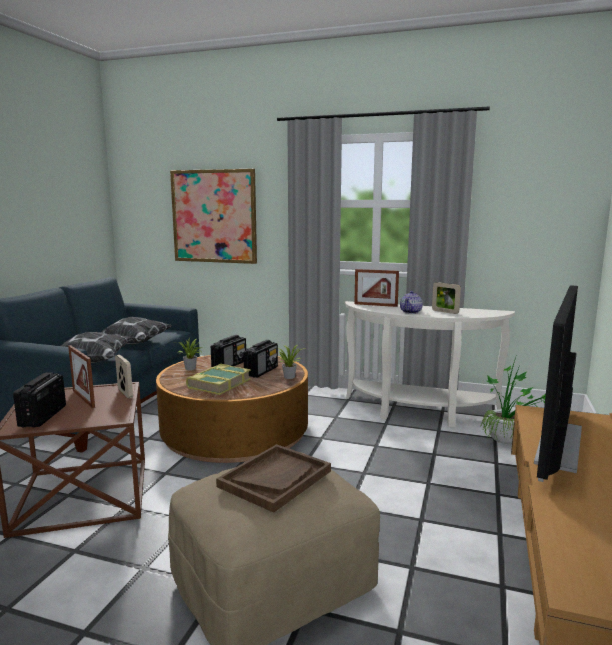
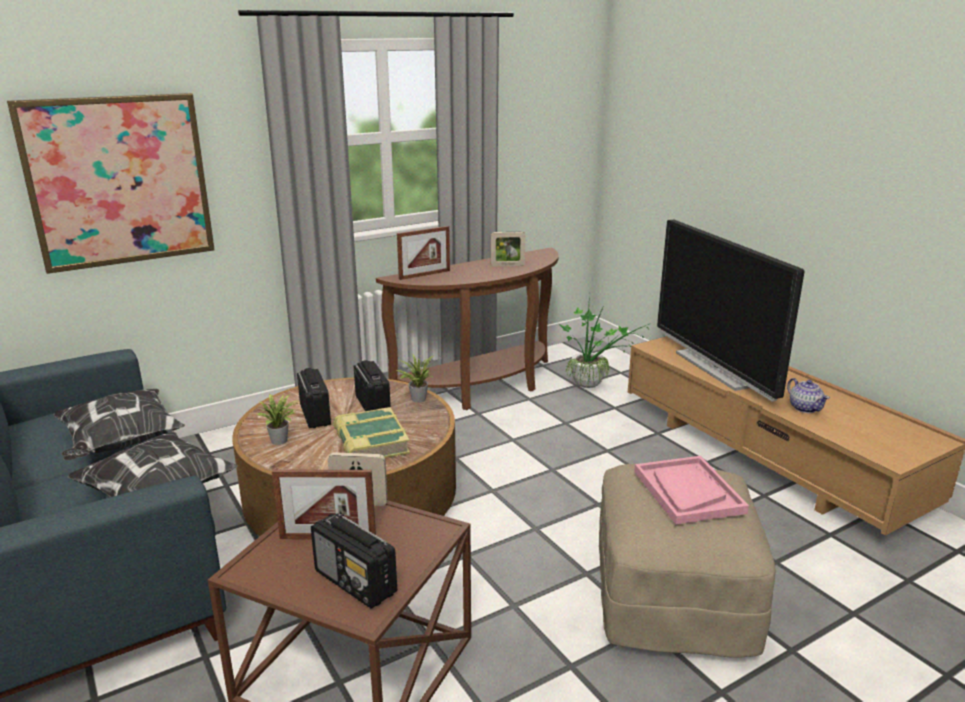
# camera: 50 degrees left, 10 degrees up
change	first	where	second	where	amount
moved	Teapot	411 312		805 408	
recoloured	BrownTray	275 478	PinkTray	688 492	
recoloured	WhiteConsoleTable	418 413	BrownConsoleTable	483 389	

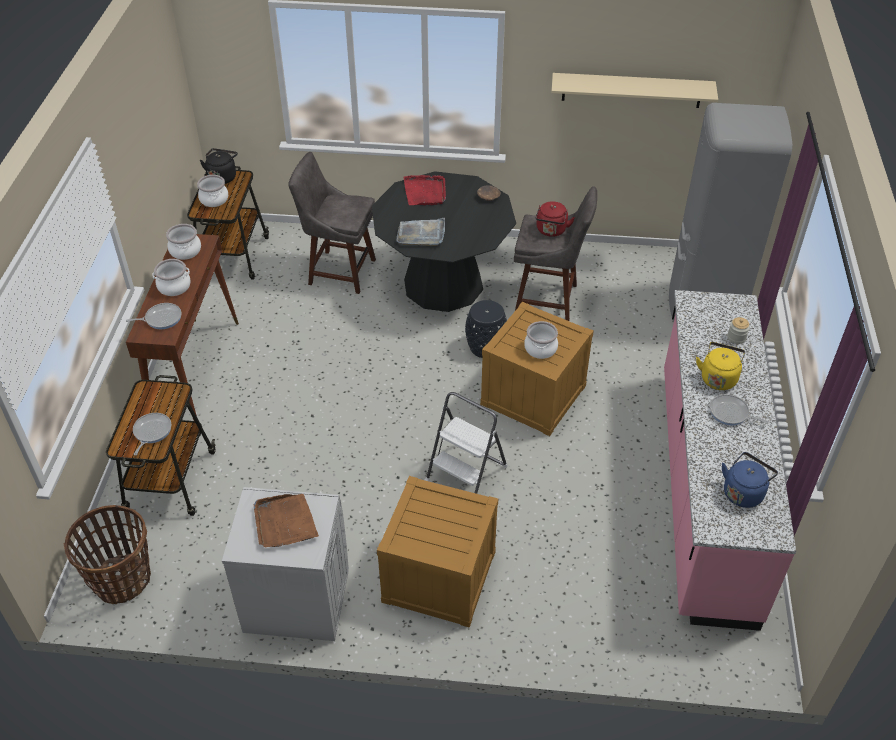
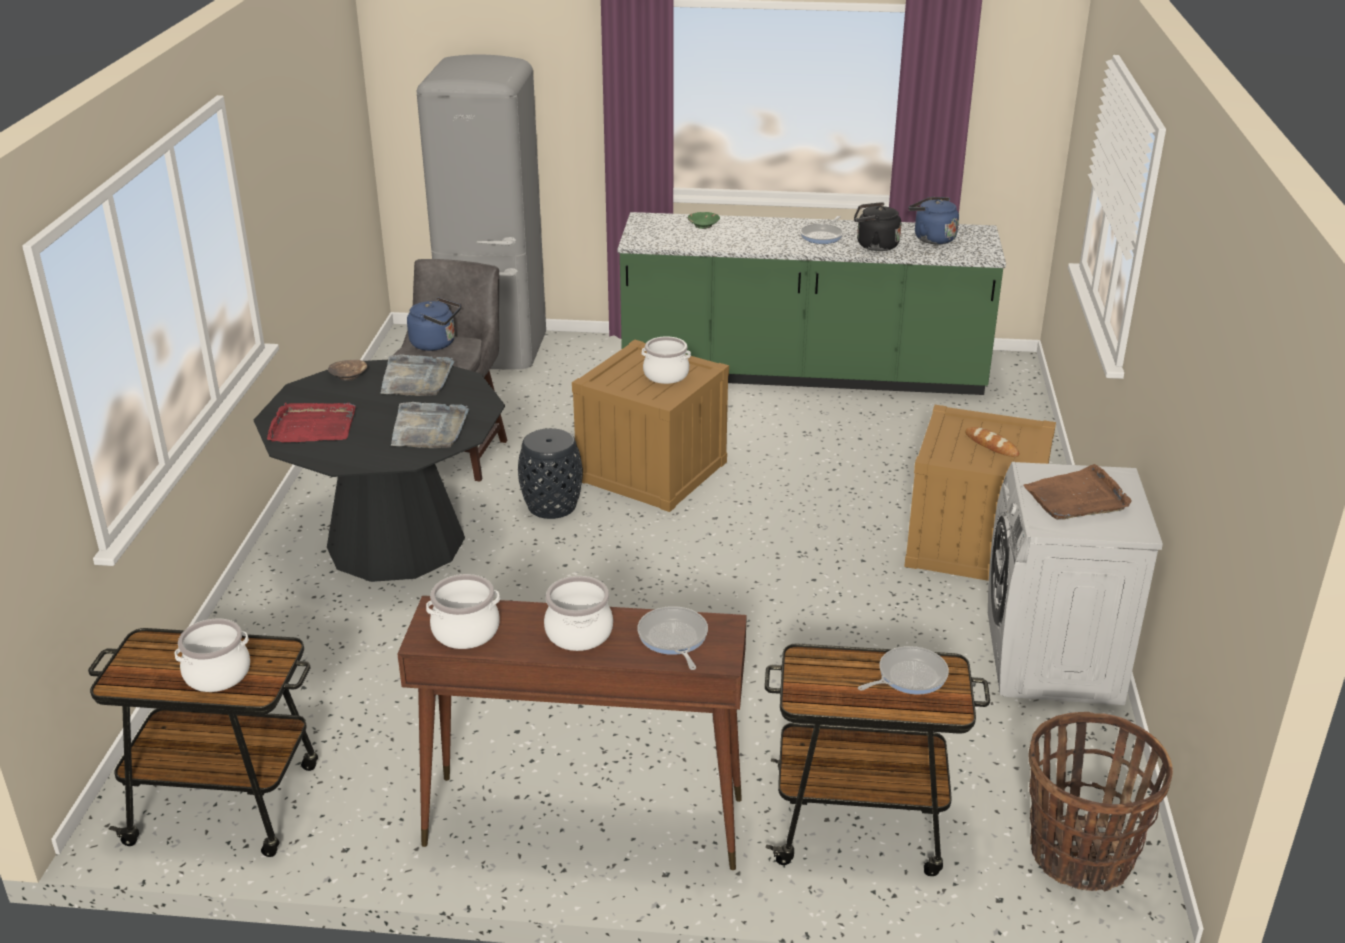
# camera: 90 degrees left, 15 degrees down
change	first	where	second	where	amount
removed	GreyStool	339 271			
removed	WhiteStepLadder	468 472			
removed	BeigeShelf	631 90			
removed	YellowKettle	718 377			
added			GreyTray	416 379	
added			Bread	991 445	
moved	BlackKettle	222 177		874 246	
replaced	Jar	736 337	GreenBowl	703 225	
recoloured	RedKettle	551 231	BlueKettle	436 344	
recoloured	PinkCounter	703 490	GreenCounter	803 374	
turned	FryingPan	151 432		908 676	135 degrees clockwise

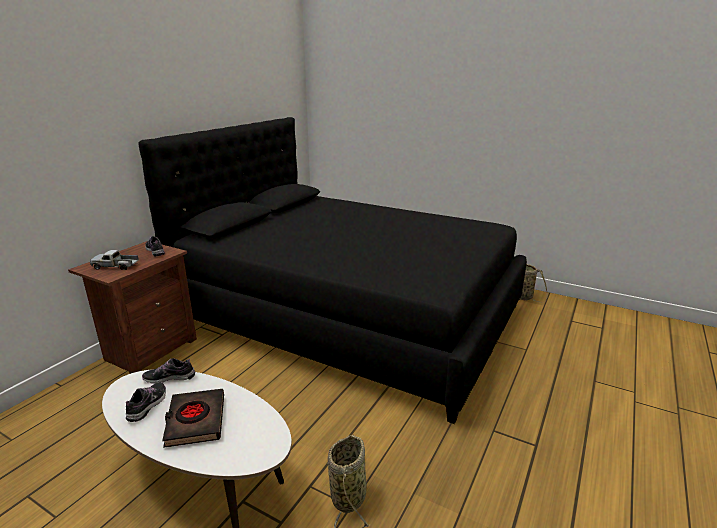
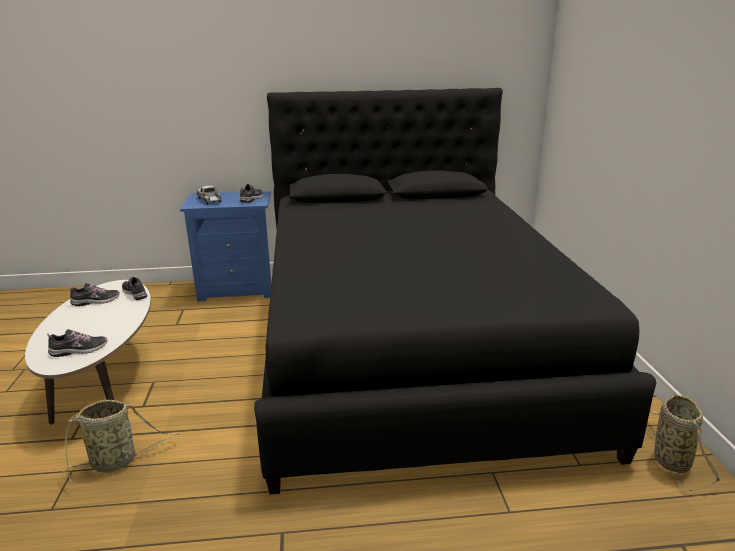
# camera: 55 degrees right, 0 degrees up
change	first	where	second	where	amount
removed	BlackBook	195 421			
added			Shoe	79 350	
recoloured	BrownNightstand	149 350	BlueNightstand	238 289	

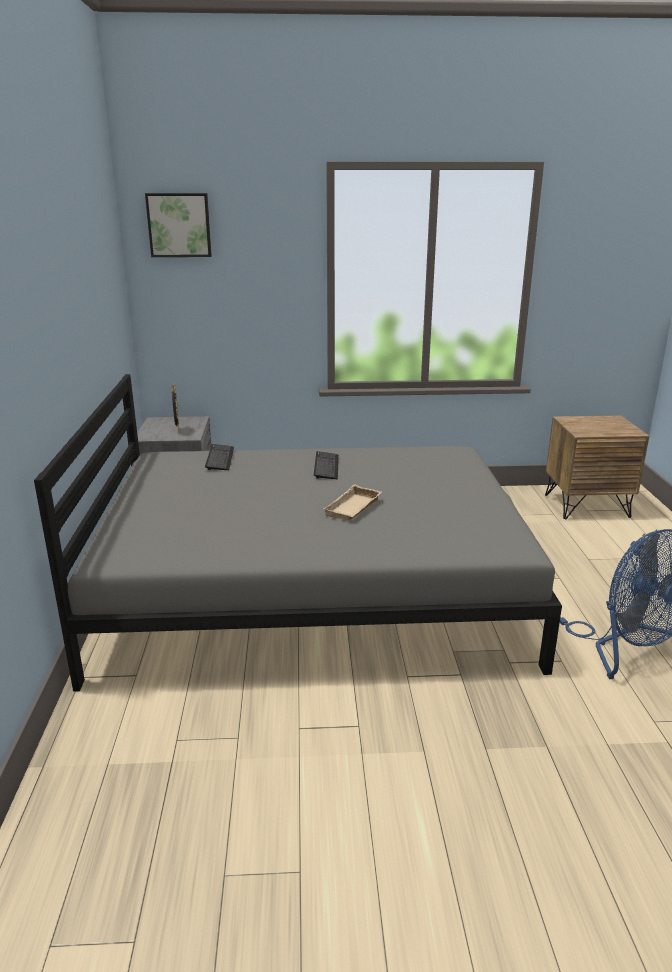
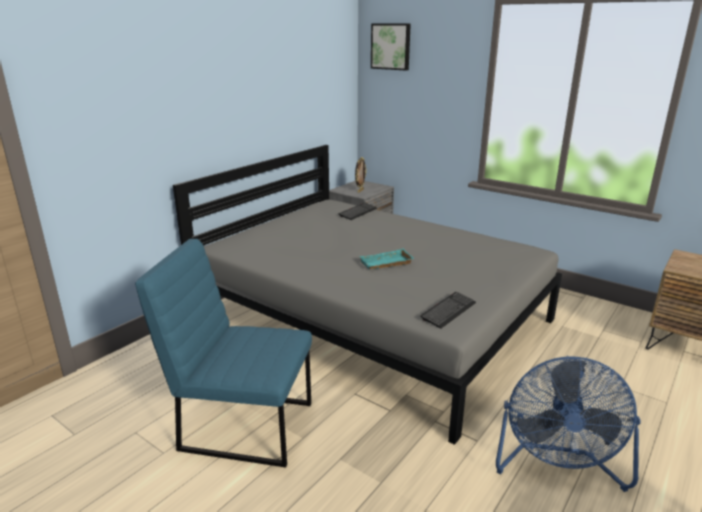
# camera: 40 degrees right, 0 degrees up
change	first	where	second	where	amount
added			BlueChair	243 424	
moved	Keyboard	326 466		448 311	
recoloured	BeigeTray	354 508	TurquoiseTray	386 264	

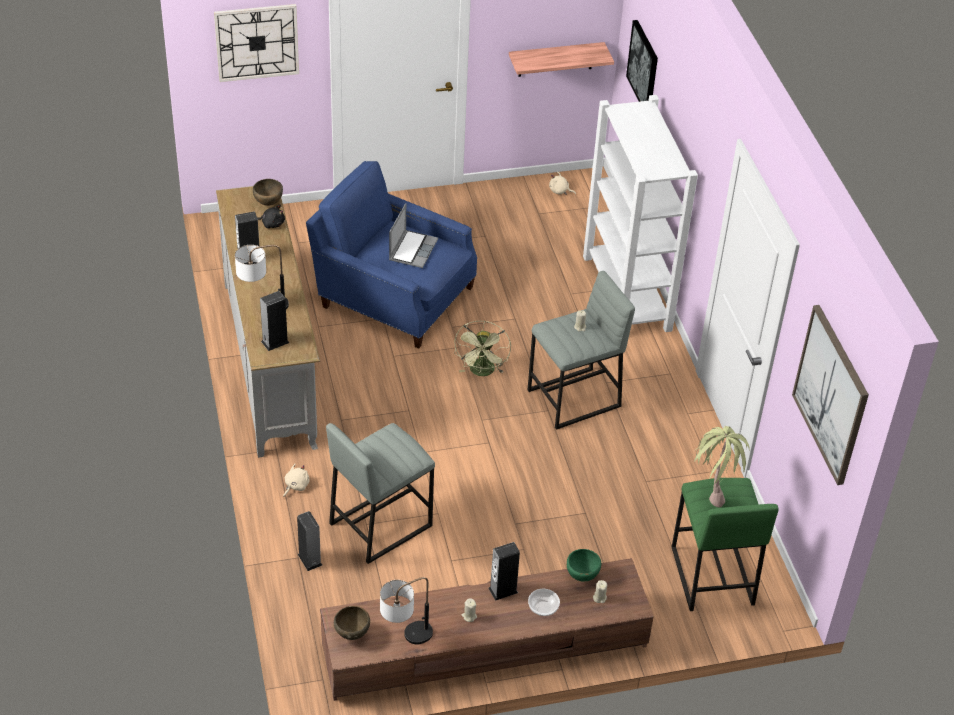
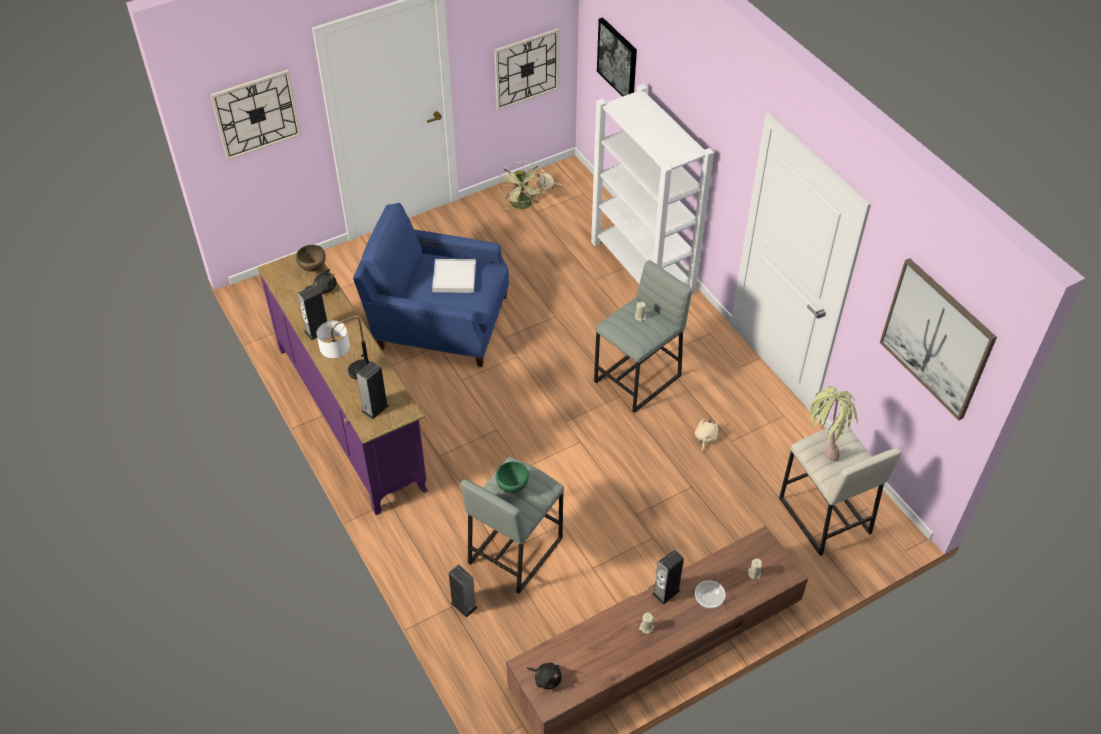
# camera: 15 degrees left, 5 degrees up
change	first	where	second	where	amount
removed	TableLamp	405 639			
moved	BeigePlushToy	296 486		705 438	
moved	GreenFan	482 372		522 206	
moved	GreenBowl	582 576		512 487	
replaced	BrownBowl	352 633	BlackPlushToy	546 679	
replaced	Laptop	412 249	WhiteTray	454 277	
replaced	Shelf	555 59	WallClock	526 69	
recoloured	GreyCabinet	270 362	PurpleCabinet	351 415	
recoloured	GreenStool	712 575	BeigeStool	824 515	

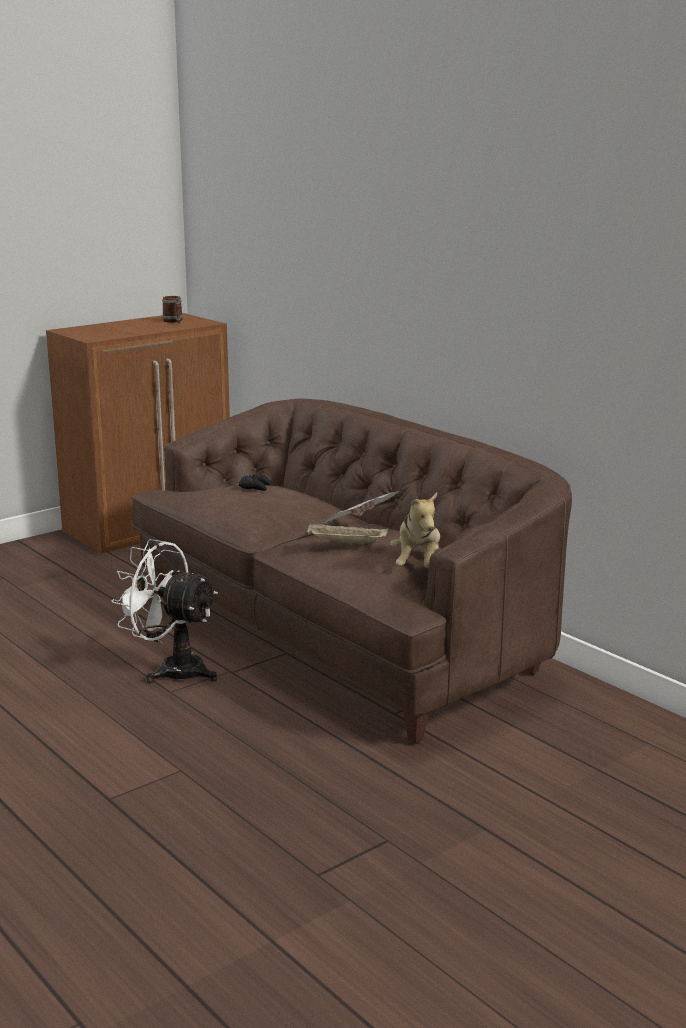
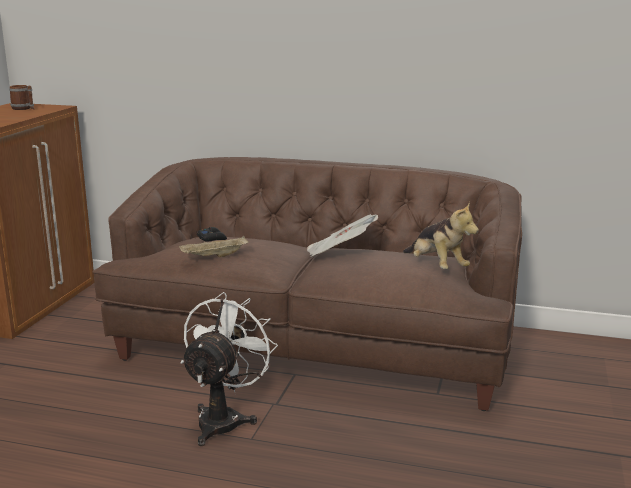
# camera: 35 degrees left, 0 degrees up
change	first	where	second	where	amount
moved	BeigeTray	345 545		214 257	
turned	WhiteFan	172 669		224 419	120 degrees clockwise

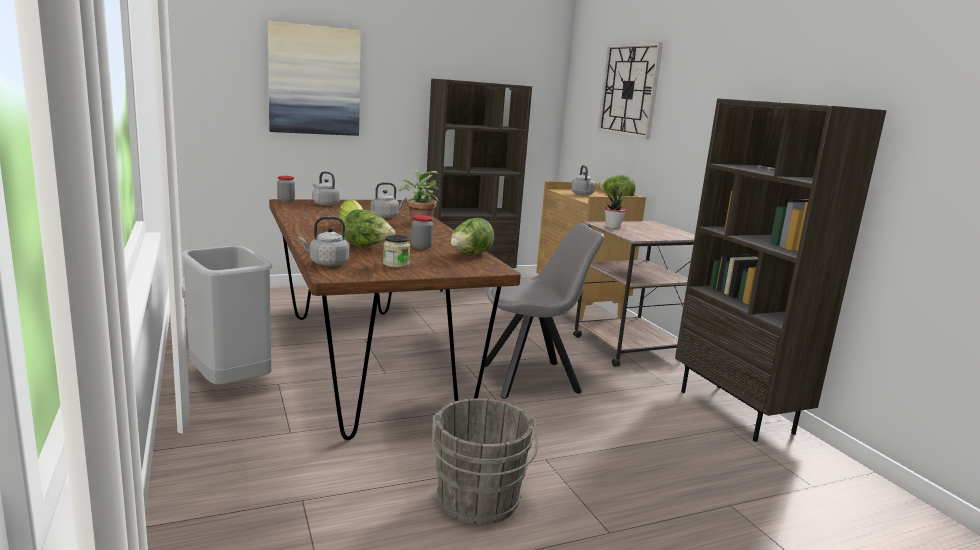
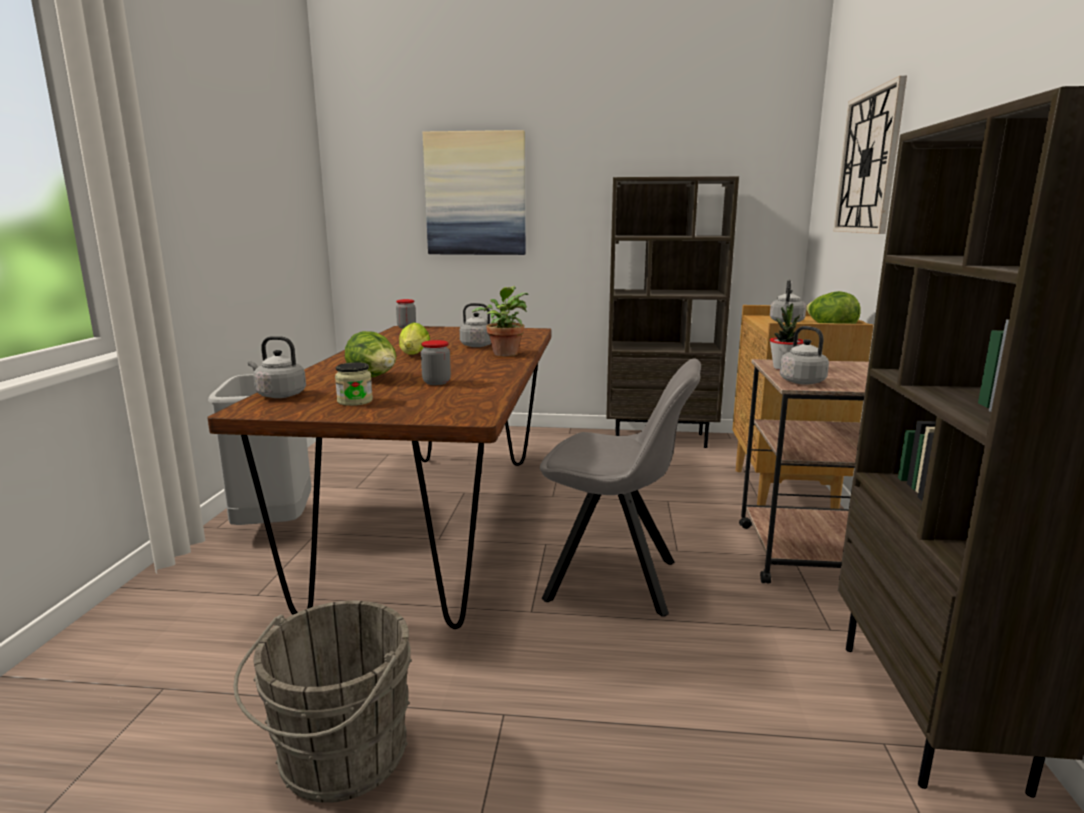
# camera: 30 degrees right, 0 degrees up
change	first	where	second	where	amount
removed	Lettuce	470 255			
moved	GreyKettle	324 204		799 381	

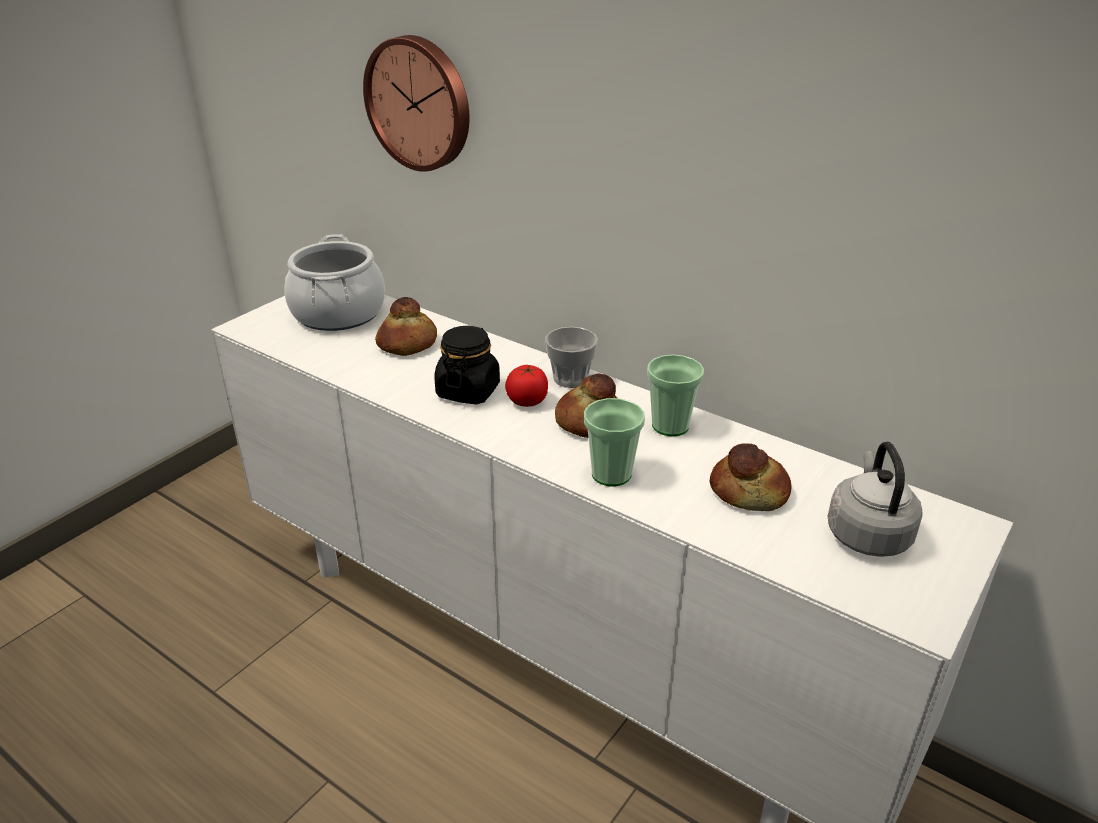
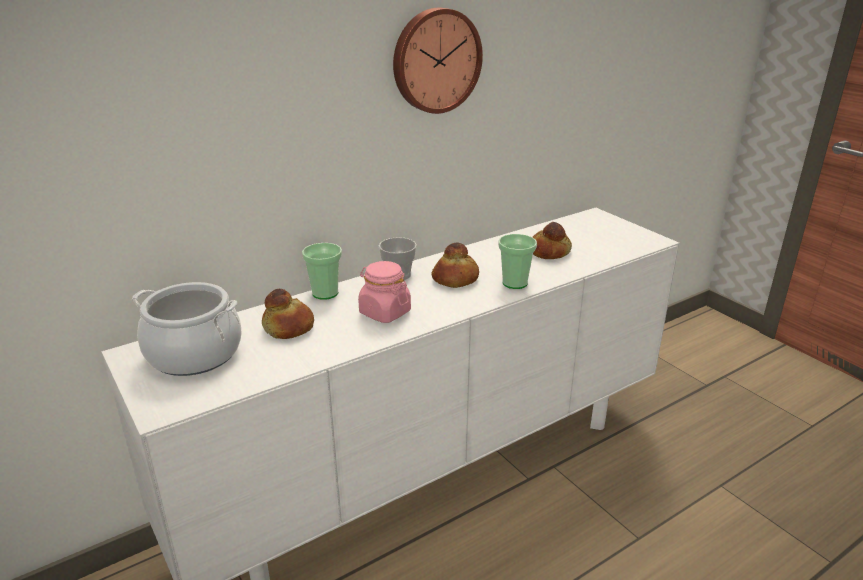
# camera: 70 degrees left, 5 degrees down
change	first	where	second	where	amount
removed	Tomato	527 401			
removed	GreyKettle	867 533			
moved	WallClock	420 103		435 60	
moved	Cup	670 426		325 293	
recoloured	BlackJar	468 391	PinkJar	384 312	

